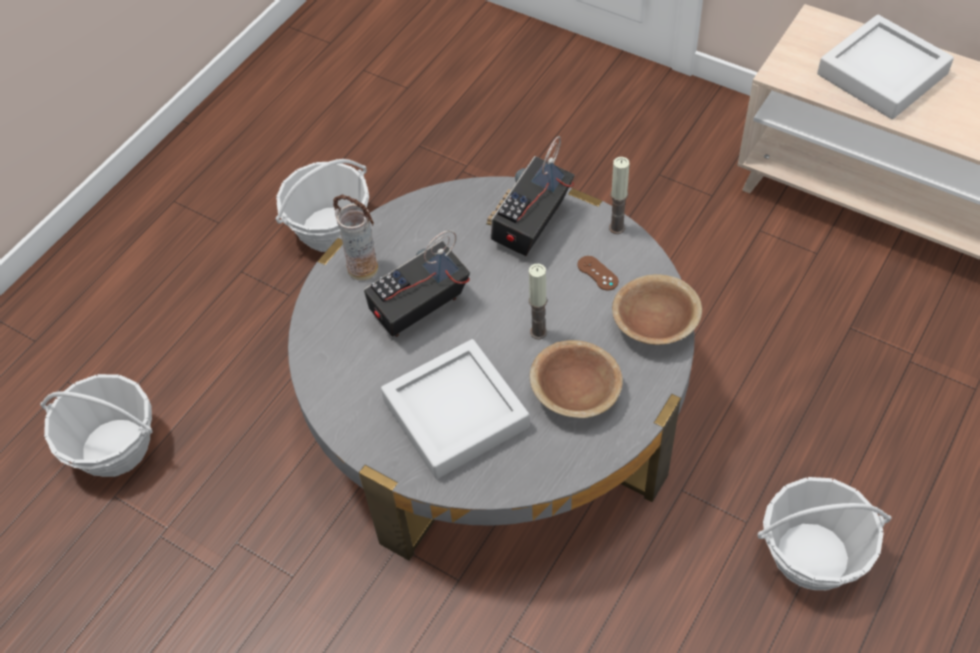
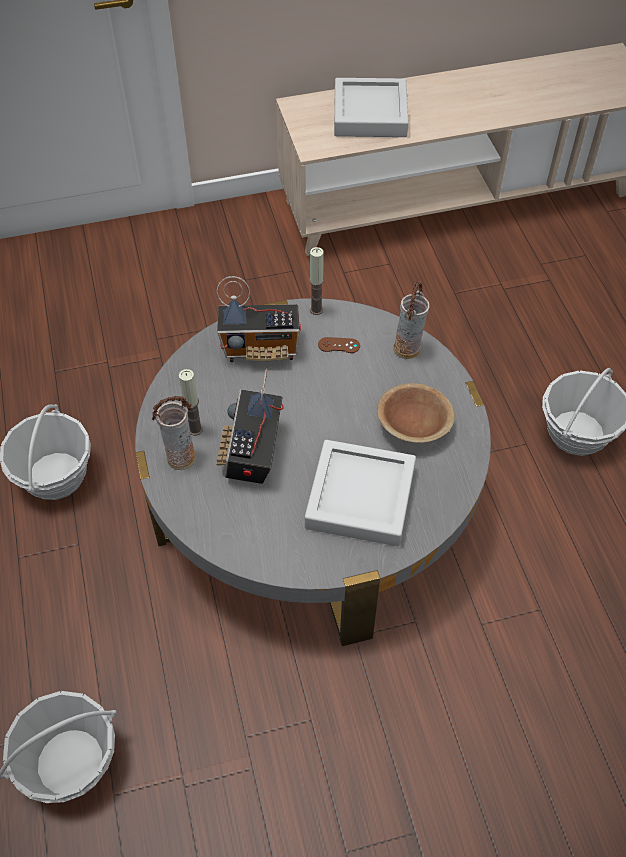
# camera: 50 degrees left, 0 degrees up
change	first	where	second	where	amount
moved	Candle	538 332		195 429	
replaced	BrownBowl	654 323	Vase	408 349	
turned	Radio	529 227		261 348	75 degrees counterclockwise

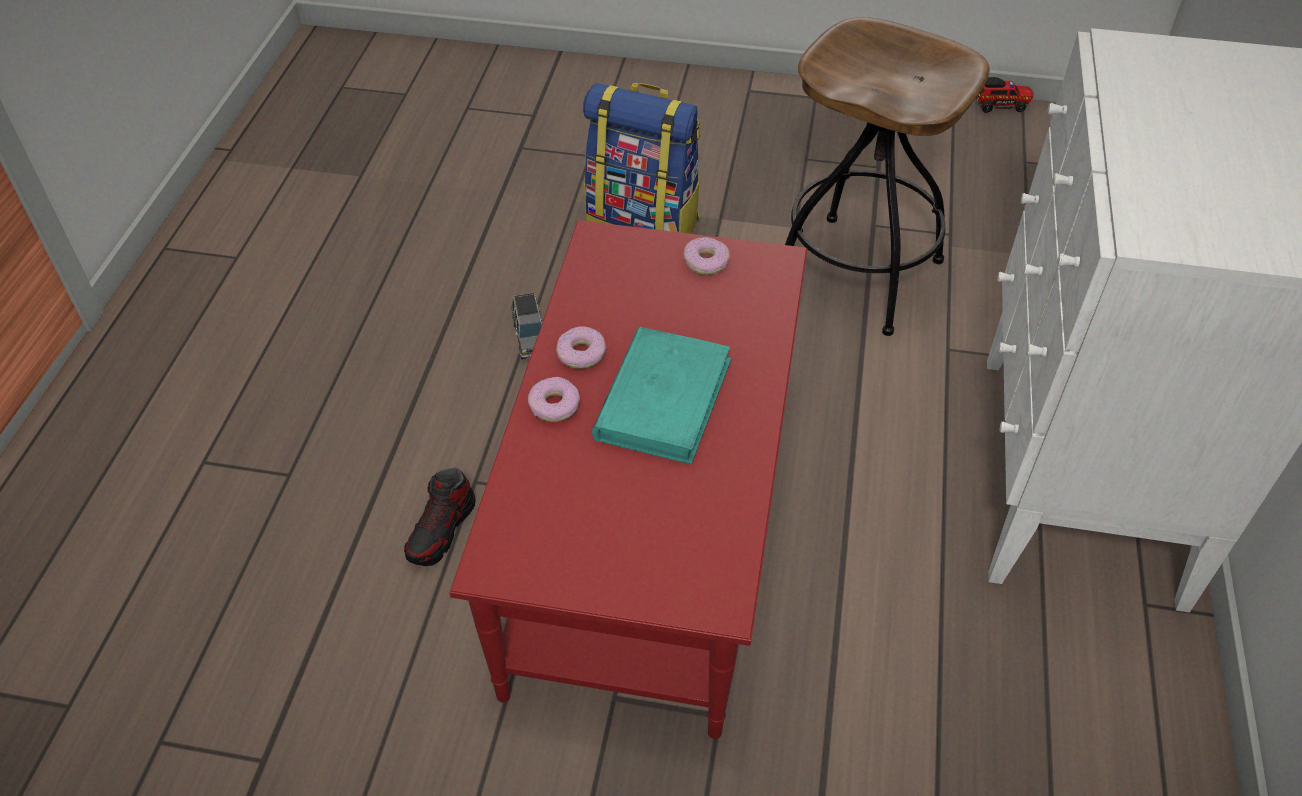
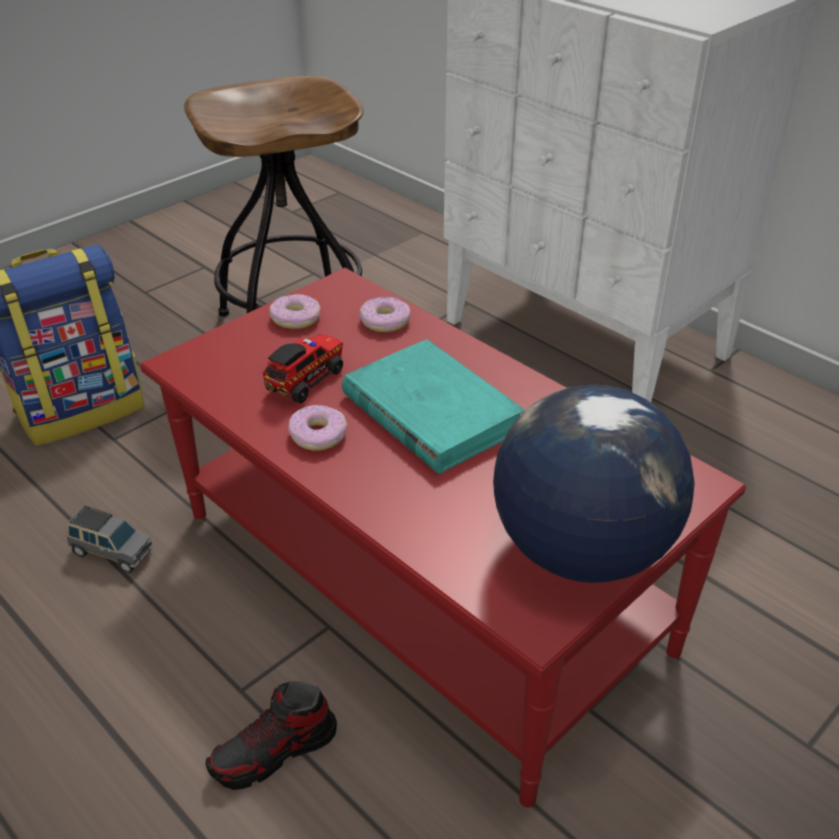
# camera: 55 degrees left, 10 degrees down
change	first	where	second	where	amount
added			Globe	581 550	
moved	Donut	554 405		385 322	
moved	ToyTruck	1001 105		307 380	
turned	Shoe	442 530		274 752	90 degrees clockwise

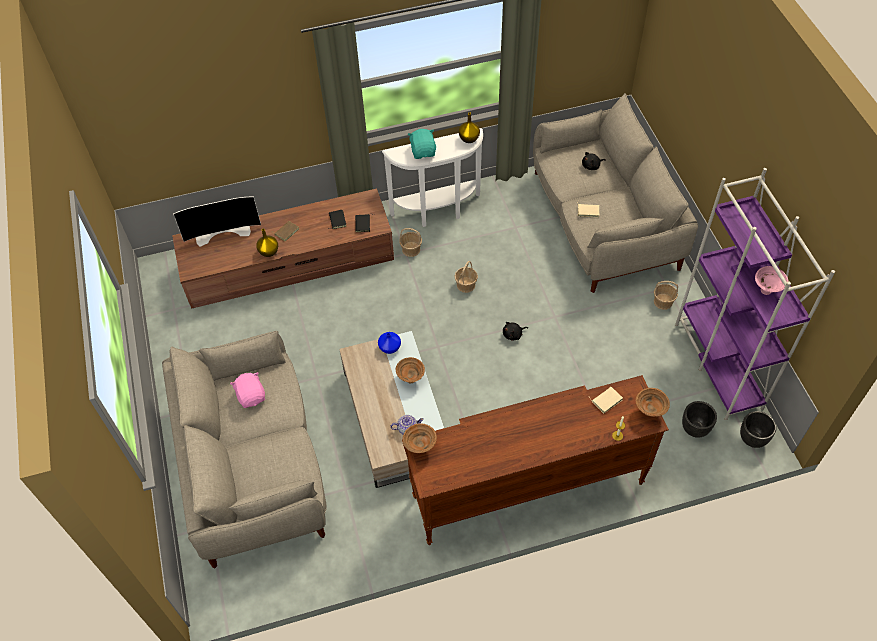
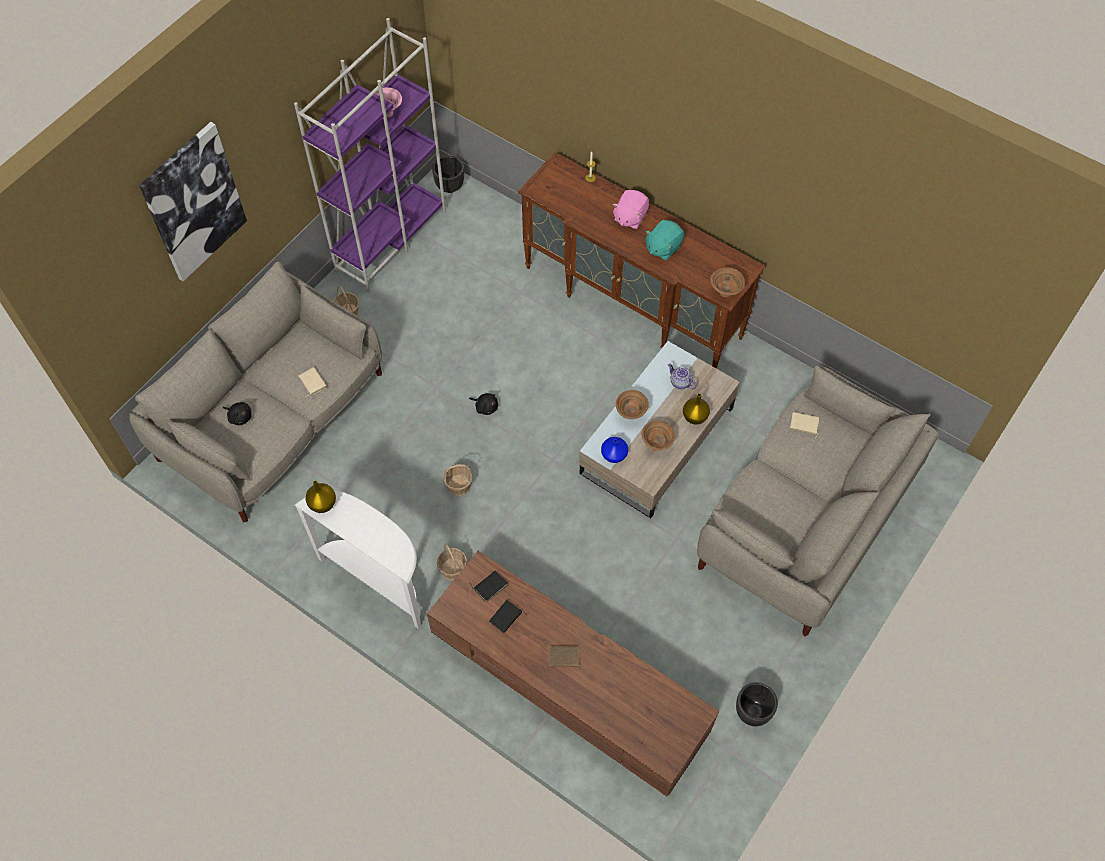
# camera: 130 degrees left, 5 degrees up
change	first	where	second	where	amount
removed	Television	223 232			
added			Picture	193 202	
moved	PinkPlushToy	251 396		630 217	
moved	YellowVase	268 252		695 417	
moved	TurquoisePlushToy	423 151		663 247	
moved	BeigeBook	606 400		804 425	
moved	BrownBowl	649 411		656 445	
moved	BlackPlanter	694 428		752 712	

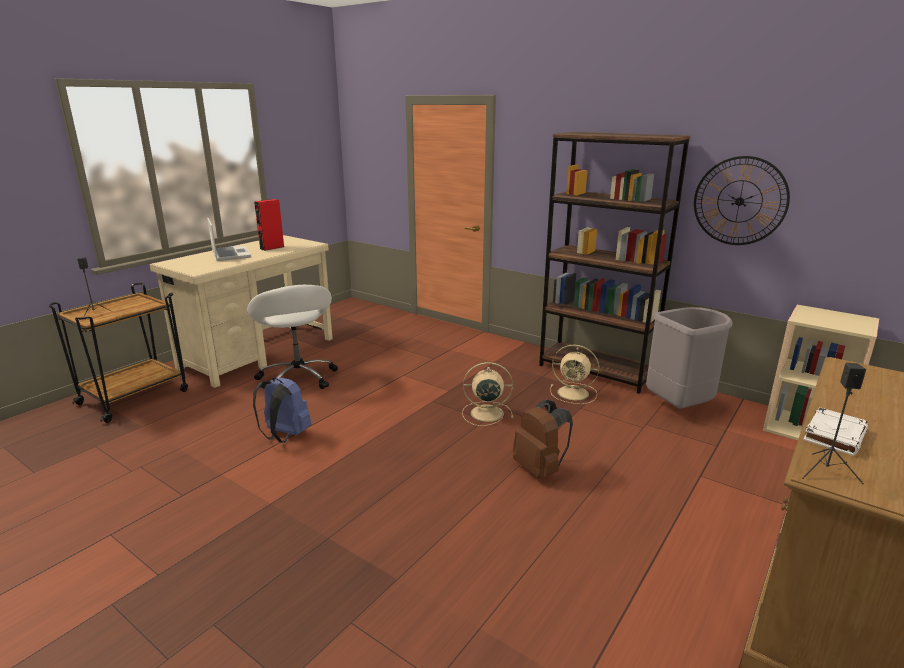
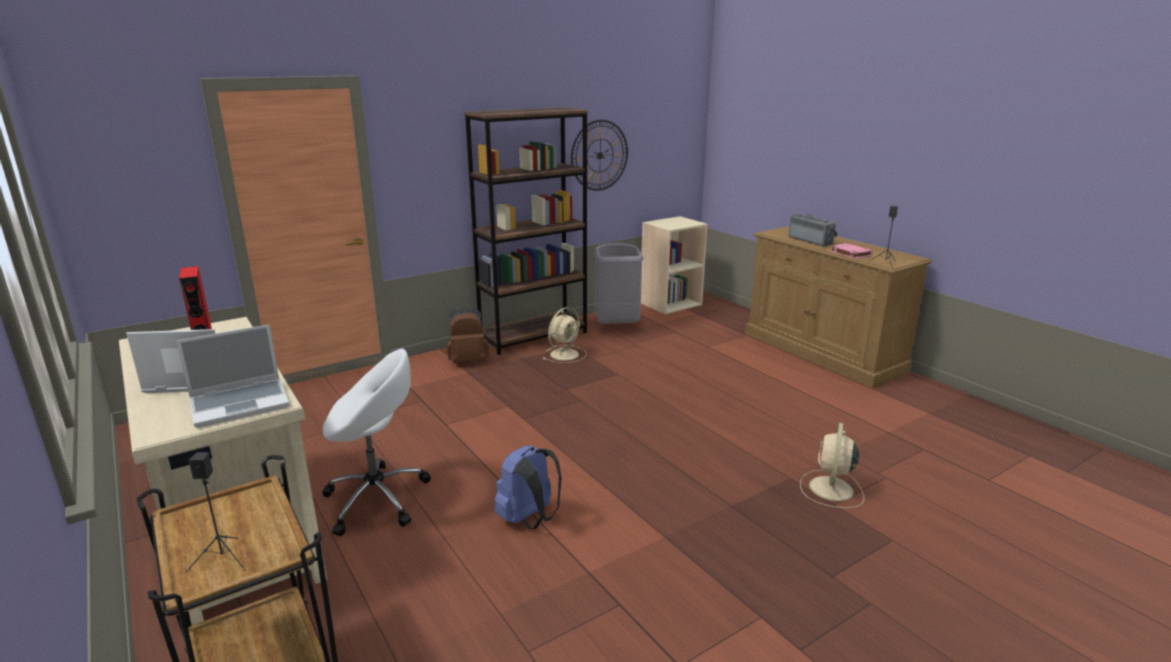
# camera: 70 degrees left, 0 degrees up
change	first	where	second	where	amount
added			Laptop	241 403	
added			Radio	812 240	
moved	BeigeFan	485 413		831 489	
moved	BrownBackpack	540 469		468 361	
recoloured	WhiteBook	834 435	PinkBook	850 253	

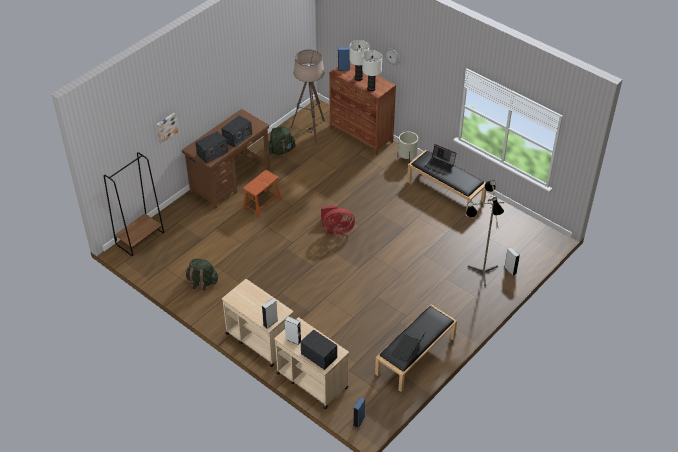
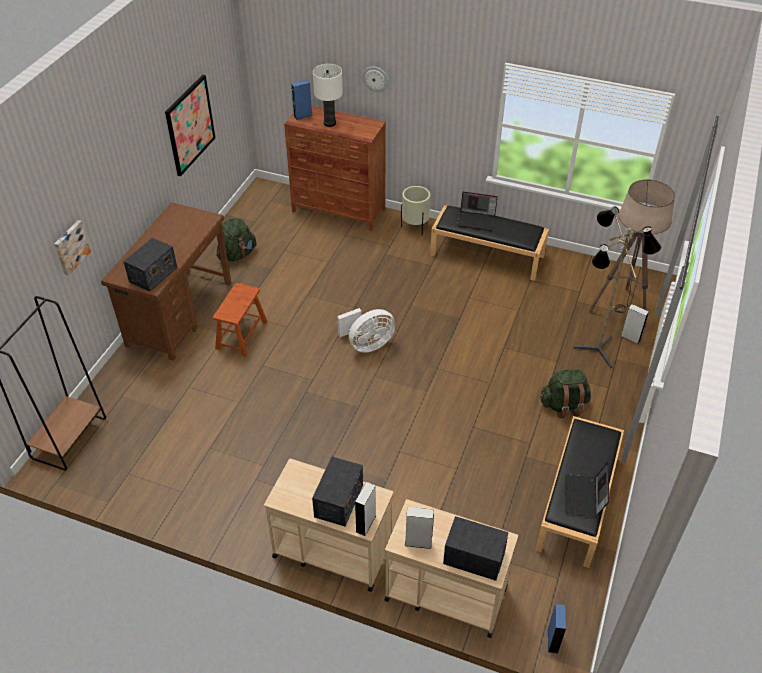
# camera: 20 degrees left, 0 degrees up
change	first	where	second	where	amount
removed	WhiteTableLamp	371 88			
added			Picture	190 125	
moved	GreenBackpack	202 282		563 405	
moved	Radio	237 137		338 501	
moved	FloorLamp	310 130		620 309	
recoloured	RedFan	336 230	WhiteFan	367 344	

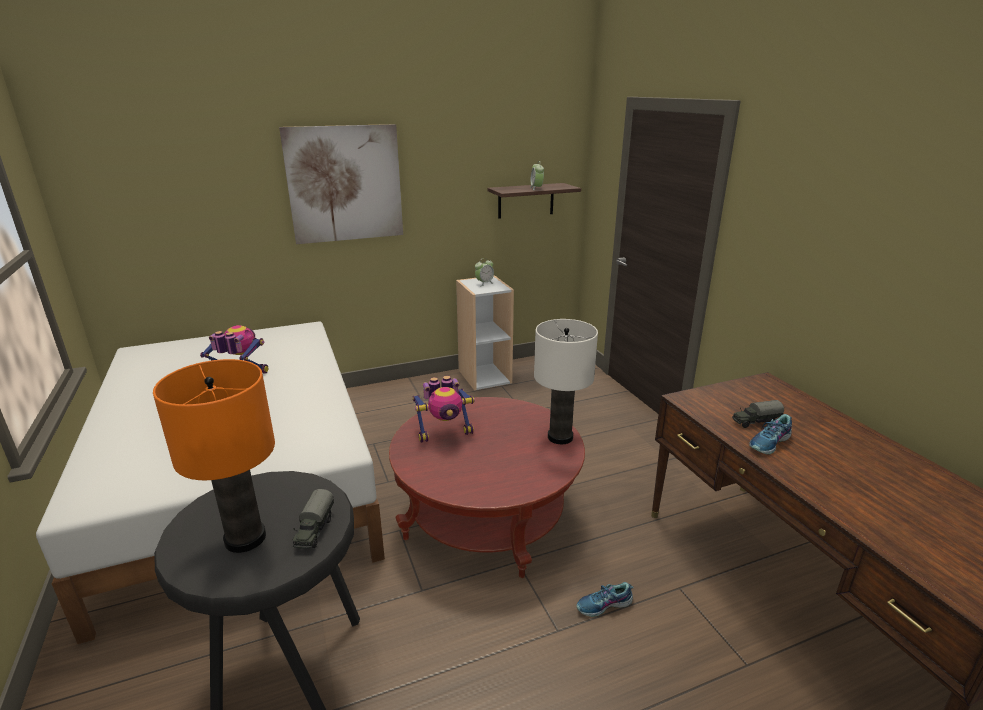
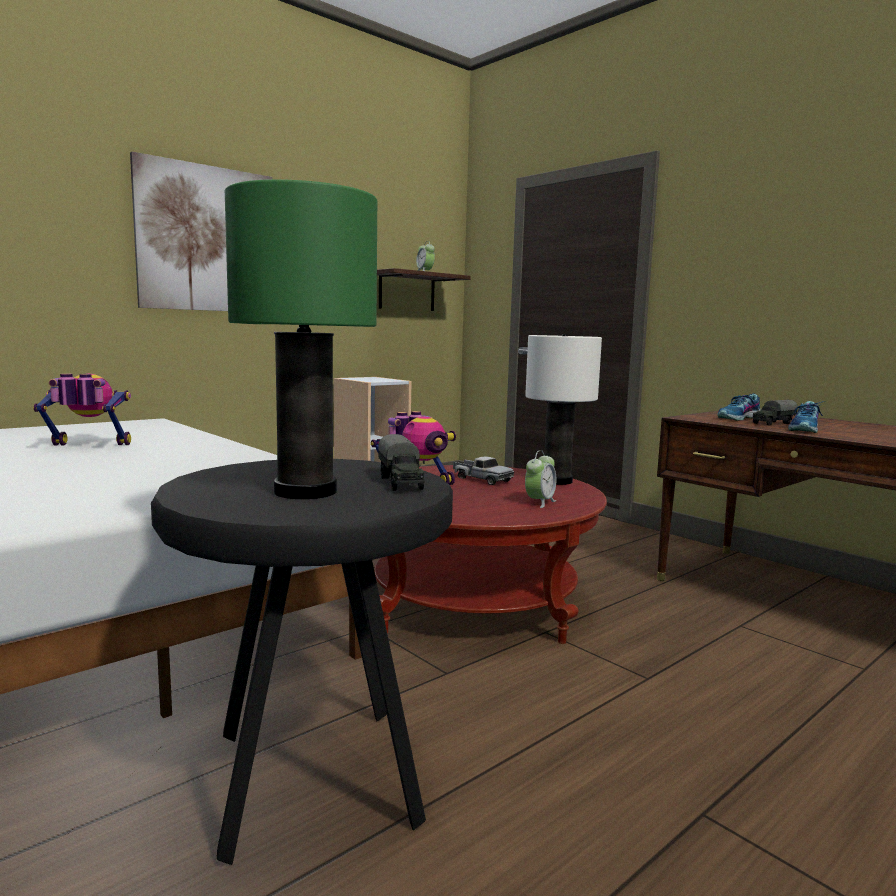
# camera: 20 degrees left, 15 degrees down
change	first	where	second	where	amount
added			ToyTruck	481 479	
moved	AlarmClock	484 283		539 502	
moved	Shoe	604 605		739 418	
recoloured	OrangeTableLamp	245 538	GreenTableLamp	305 491	

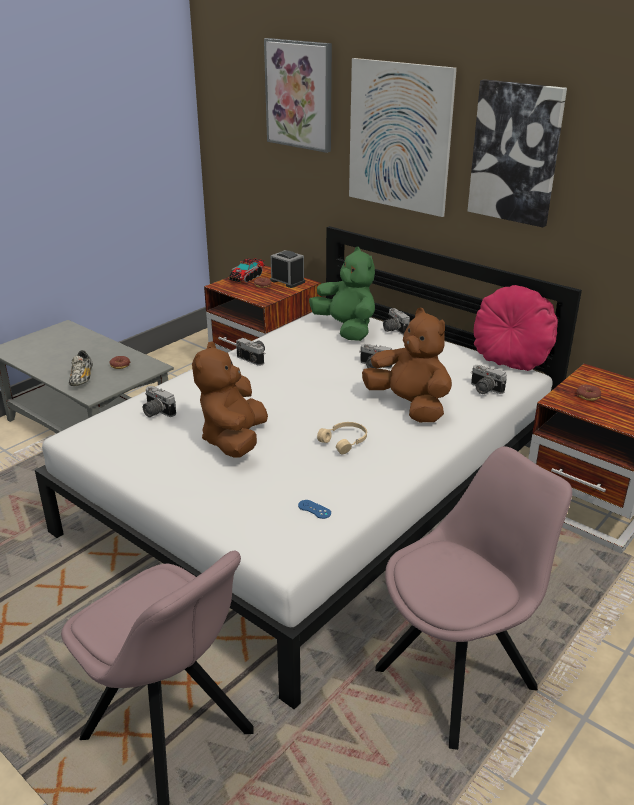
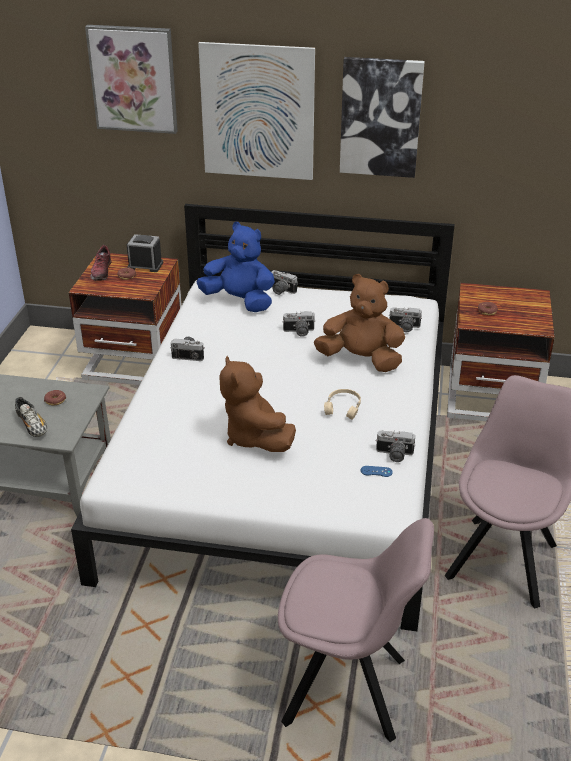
# camera: 30 degrees left, 5 degrees up
change	first	where	second	where	amount
removed	PinkPillow	510 362			
moved	PhotoCamera	156 412		394 455	
replaced	ToyTruck	247 277	Shoe	101 271	
recoloured	GreenPlushToy	346 329	BluePlushToy	240 301	

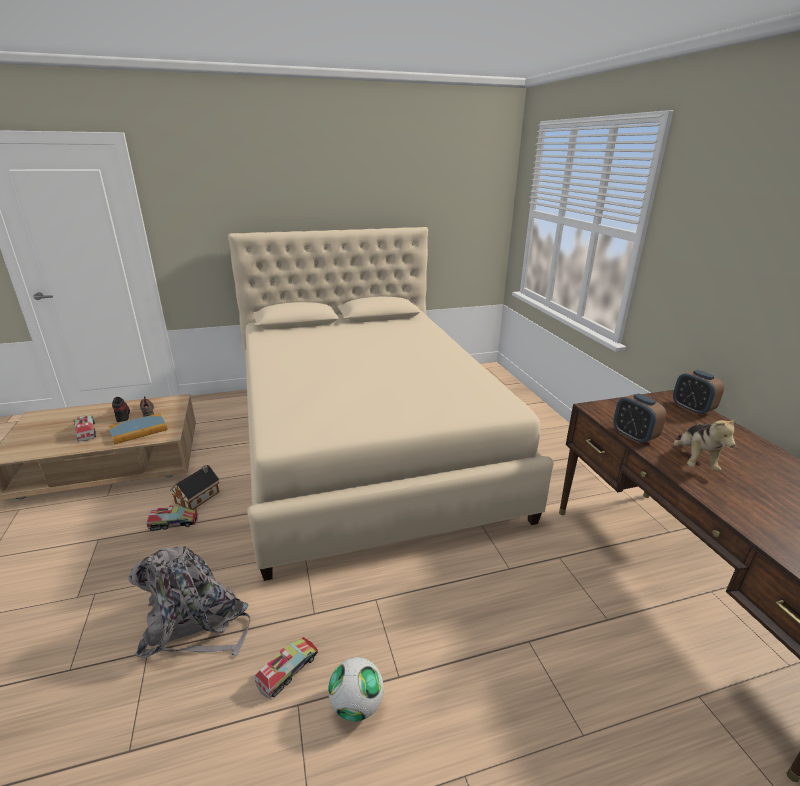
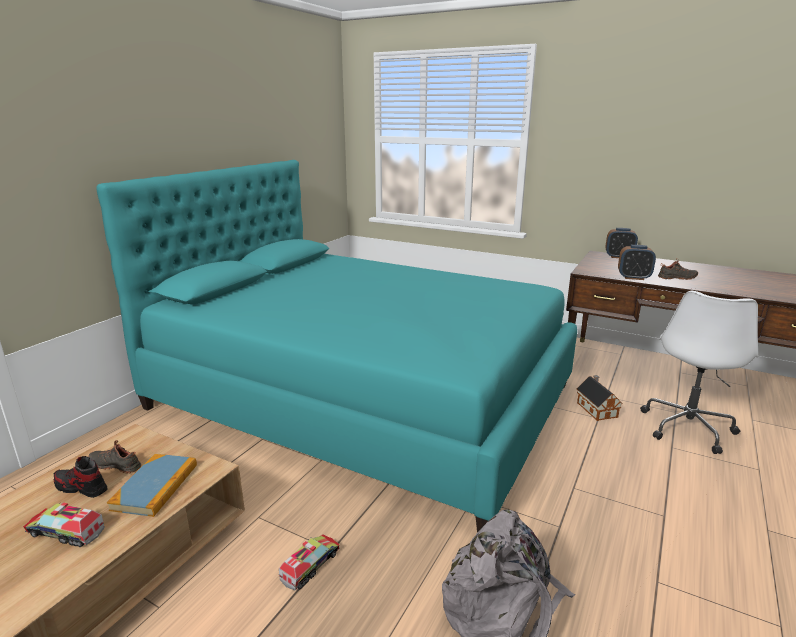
# camera: 45 degrees left, 5 degrees down
change	first	where	second	where	amount
removed	ToyTruck	288 670			
removed	Football	356 705			
added			WhiteOfficeChair	687 429	
moved	ToyHouse	199 496		596 409	
replaced	PlushToy	694 460	BlackShoe	677 278	
recoloured	BeigeBed	366 443	TurquoiseBed	362 396	

